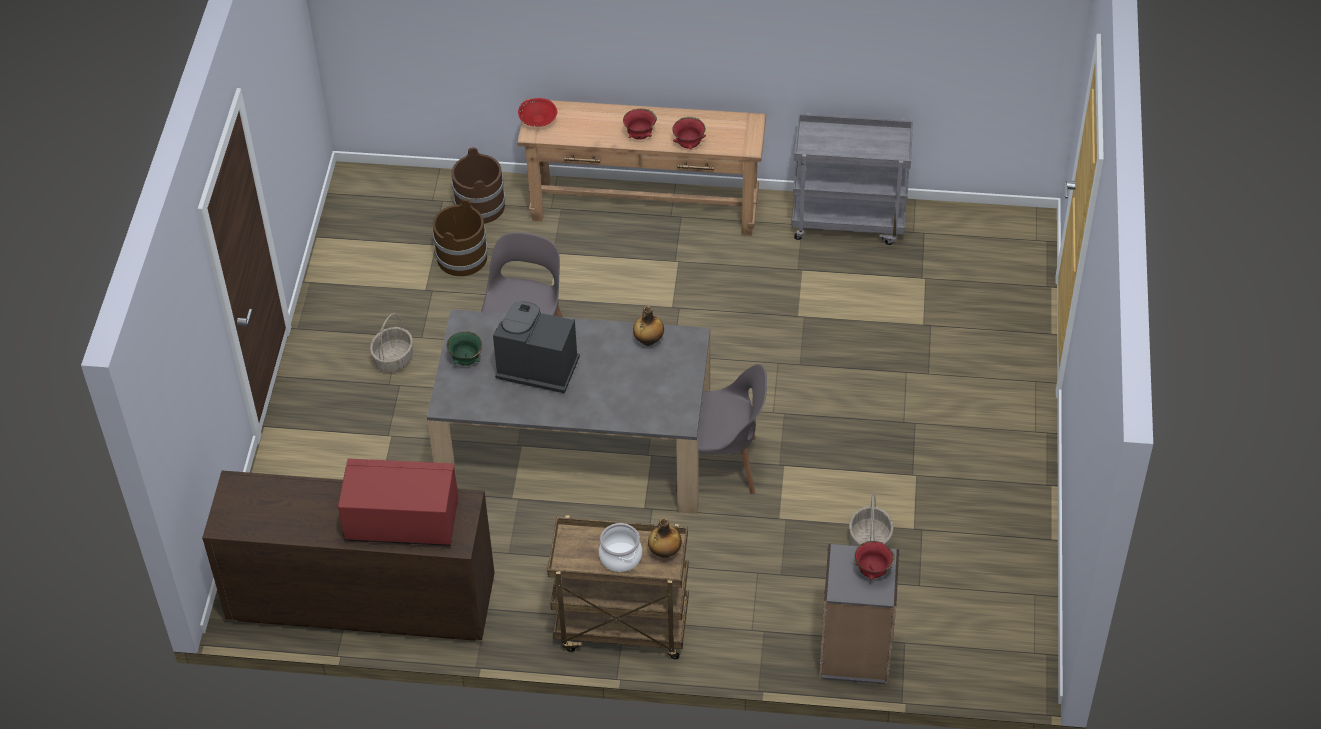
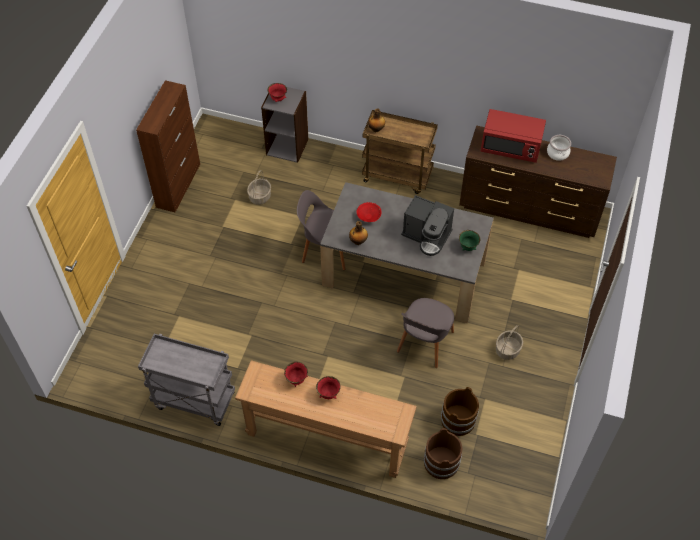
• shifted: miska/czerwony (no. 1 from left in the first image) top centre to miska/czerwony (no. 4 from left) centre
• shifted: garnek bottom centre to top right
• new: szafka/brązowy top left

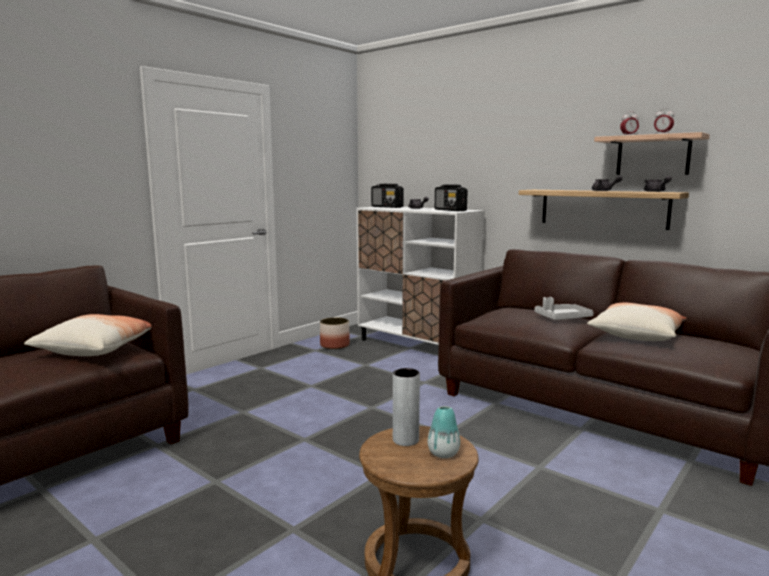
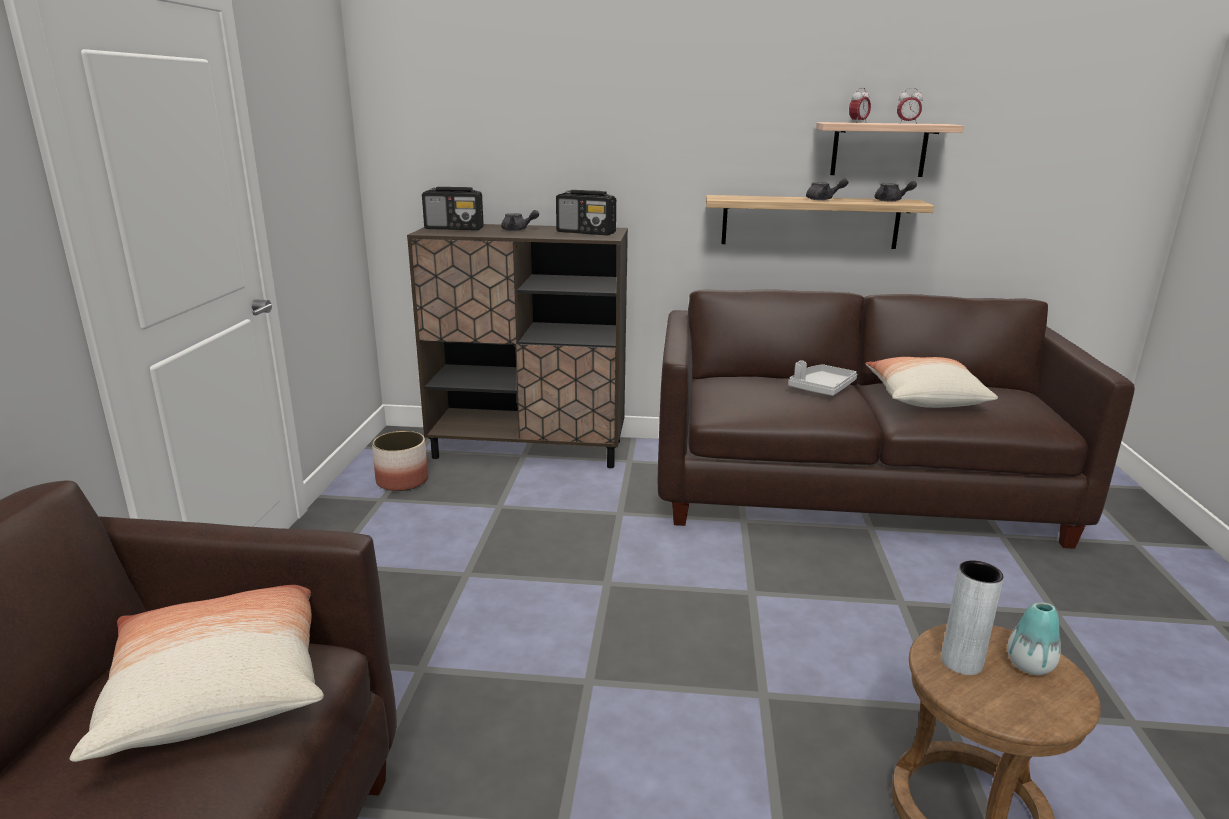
• repainted: szafka/biały centre to szafka/brązowy centre

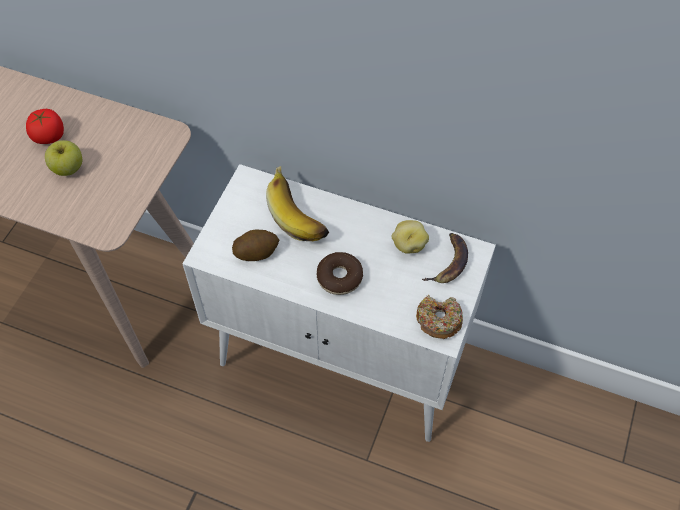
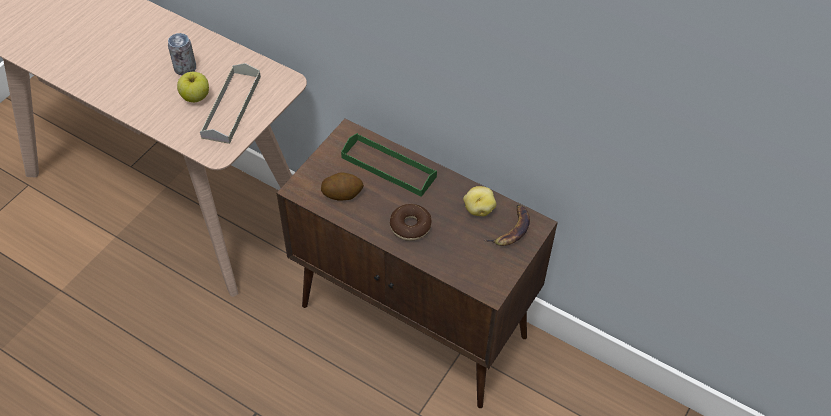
• swapped: pomidor top left to puszka top left
• repainted: szafka/biały centre to szafka/brązowy centre
• swapped: banan (no. 1 from left) centre to taca/zielony centre
• gone: donut (no. 2 from left) centre
• new: taca/szary top left

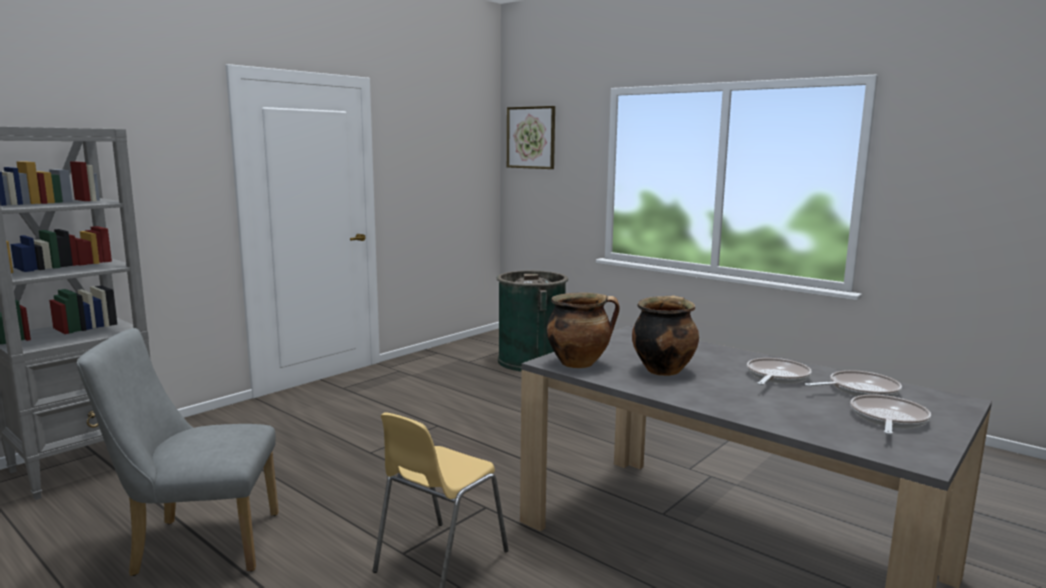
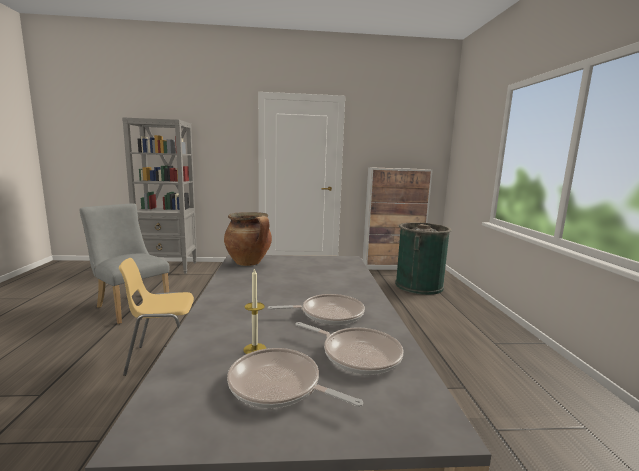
• gone: obraz top centre
• gone: garnek (no. 2 from left) centre
• rotated: patelnia (no. 3 from left in the first image) bottom right = bottom centre 135 degrees counterclockwise
• new: szafka centre
• new: świeca centre

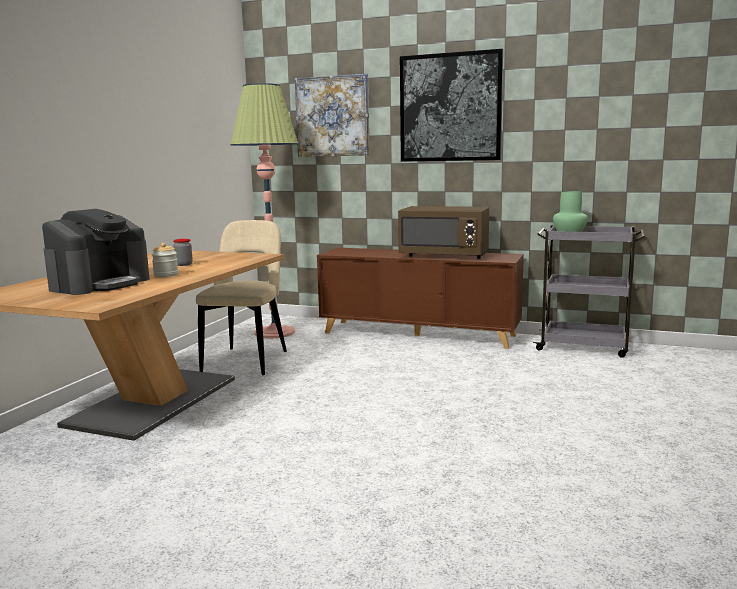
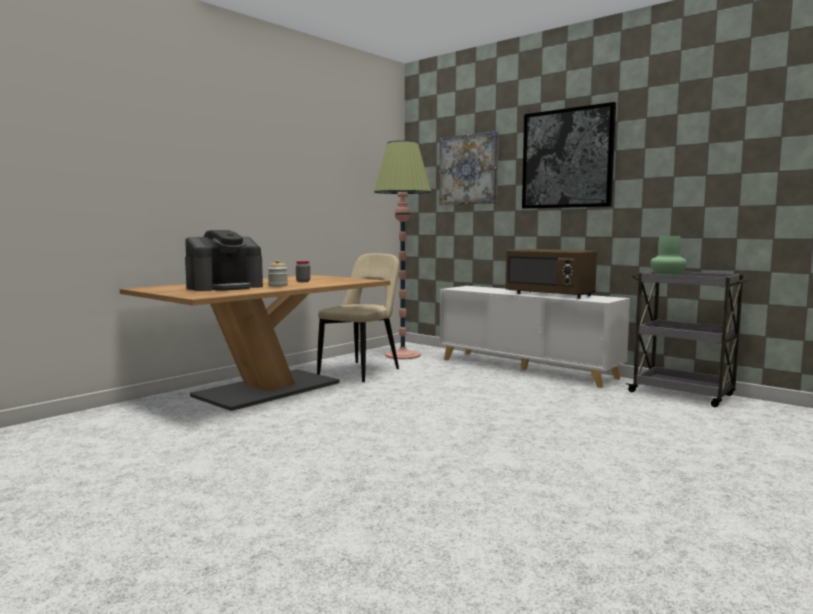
• repainted: szafka/brązowy centre to szafka/biały centre

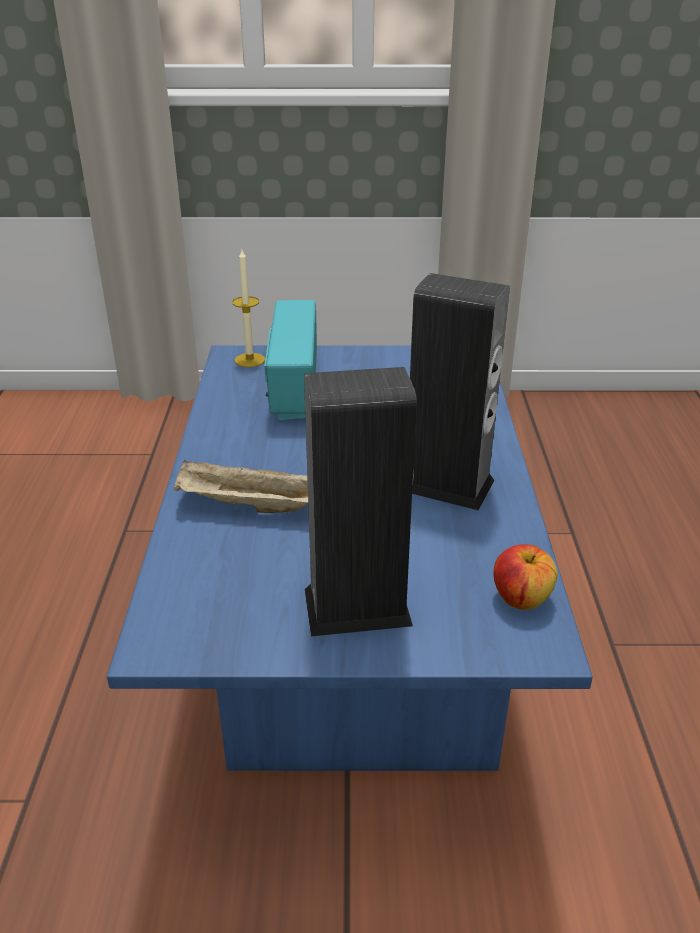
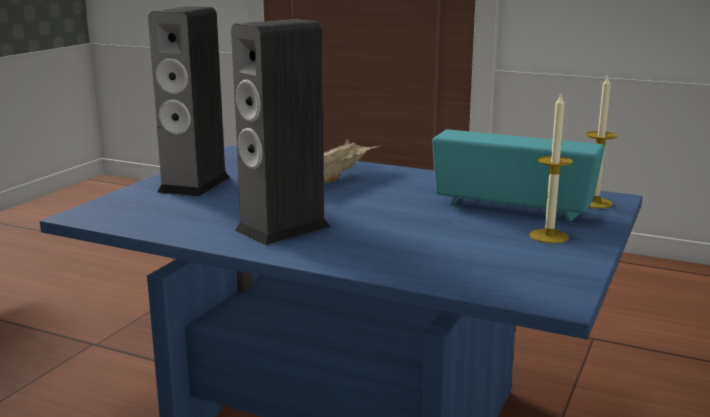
• gone: jabłko middle right
• new: świeca (no. 1 from left) middle right

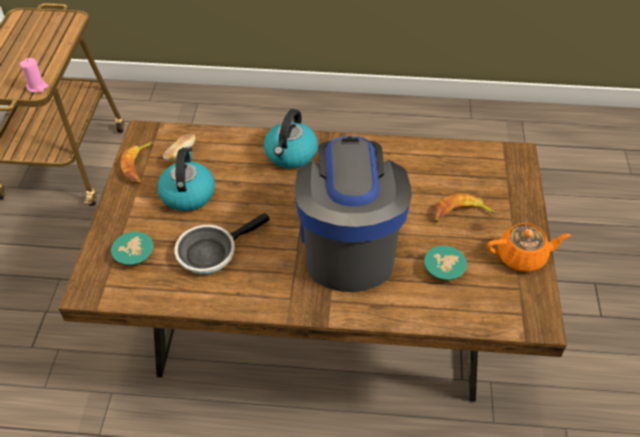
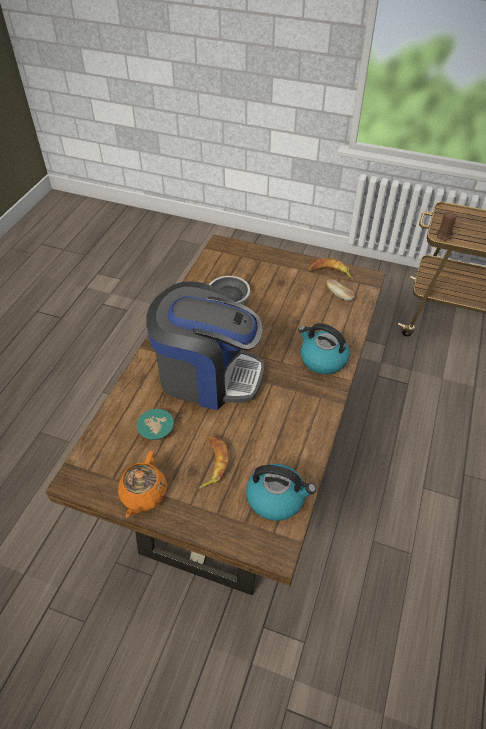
• repainted: świeca/różowy top left to świeca/brązowy top right
• shifted: czajnik (no. 1 from left) middle left to bottom centre
• gone: miska/turkusowy (no. 1 from left) middle left

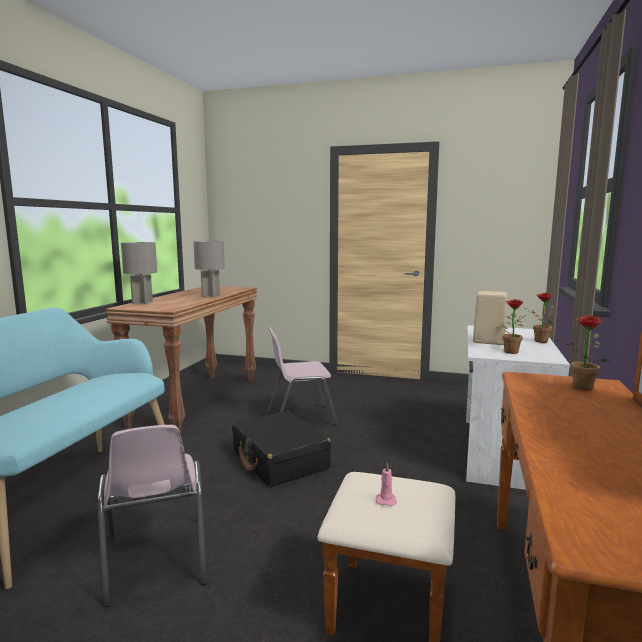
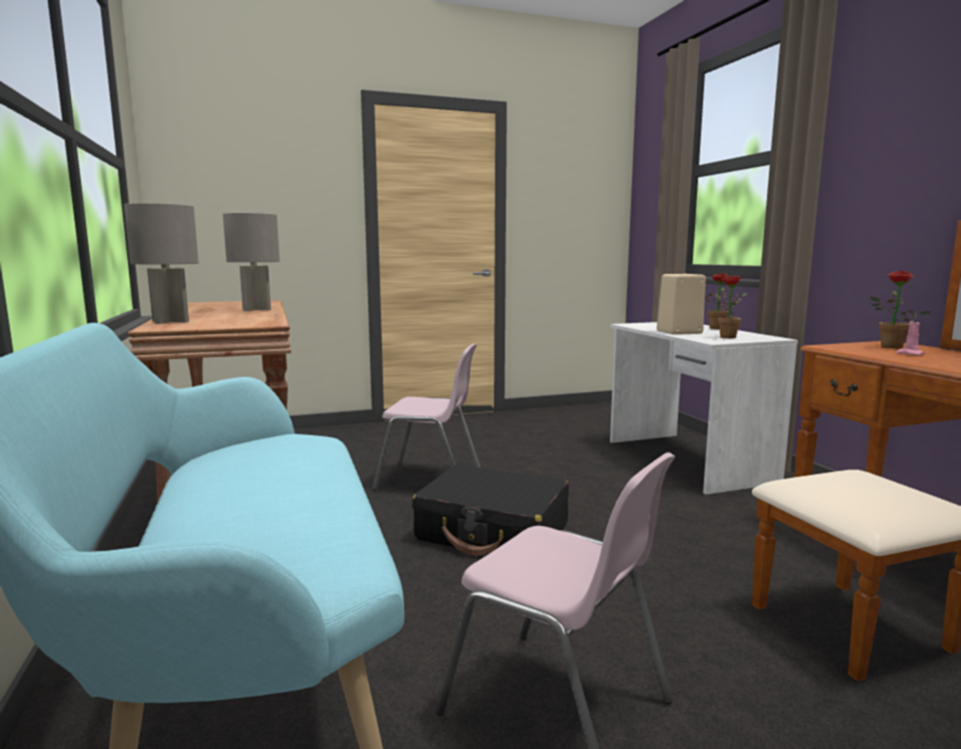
• rotated: krzesło/różowy (no. 2 from left in the first image) centre = centre 120 degrees counterclockwise
• shifted: świeca/różowy bottom centre to middle right

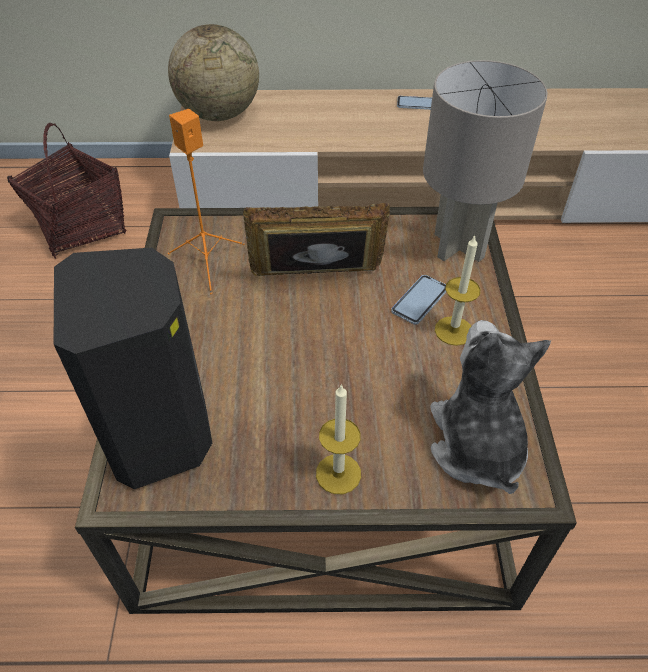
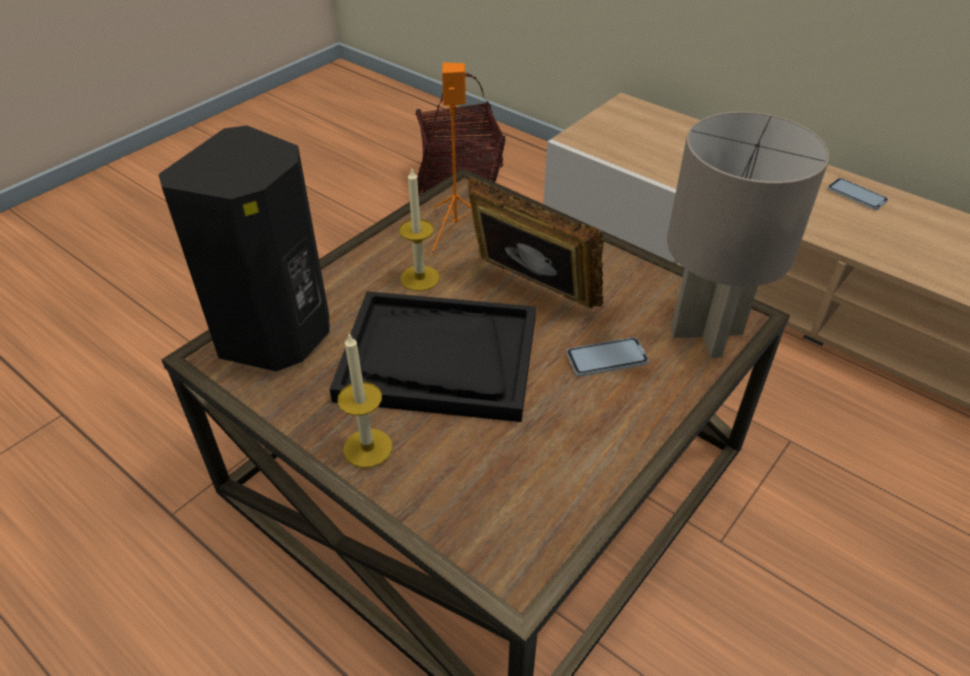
• gone: globus top left
• shifted: świeca (no. 2 from left) middle right to centre
• gone: pluszak middle right
• new: taca/czarny centre

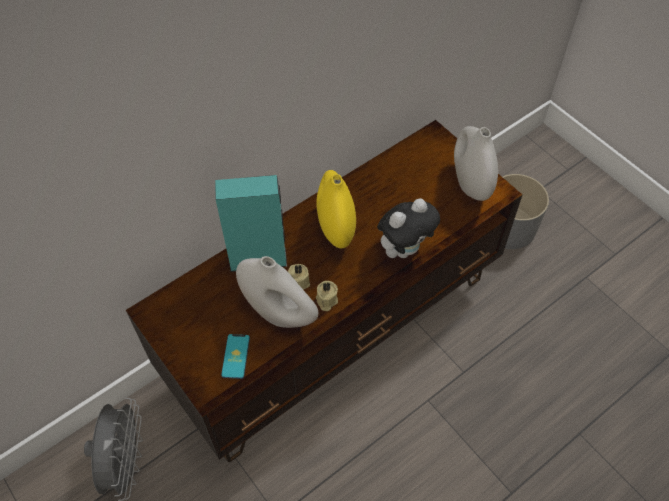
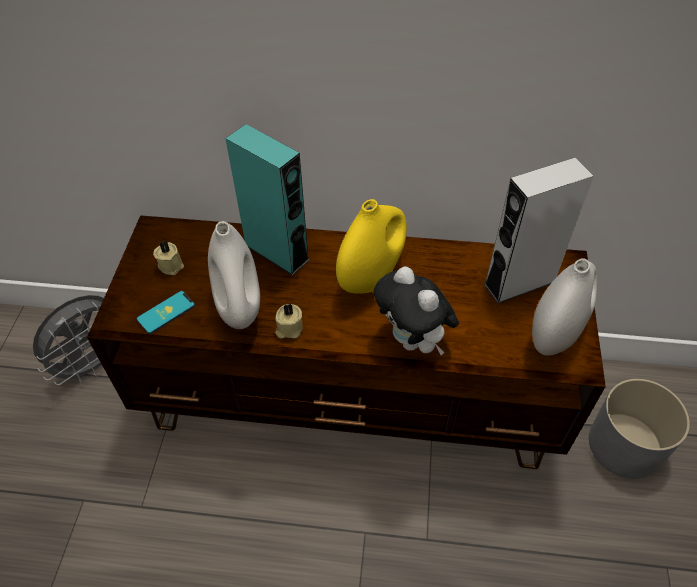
• rotated: pluszak centre = centre 45 degrees clockwise
• shifted: świeca/beżowy (no. 1 from left) centre to middle left
• new: głośnik/szary middle right

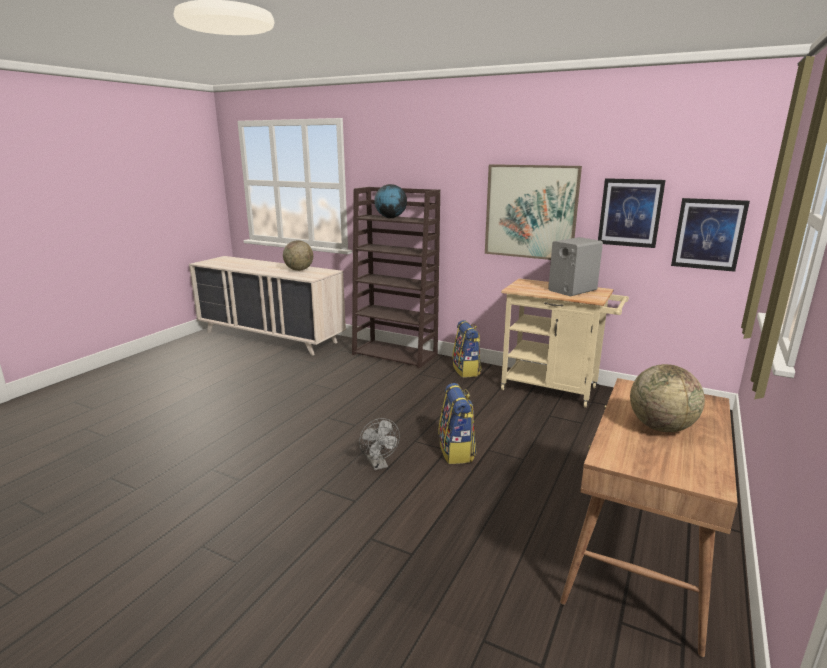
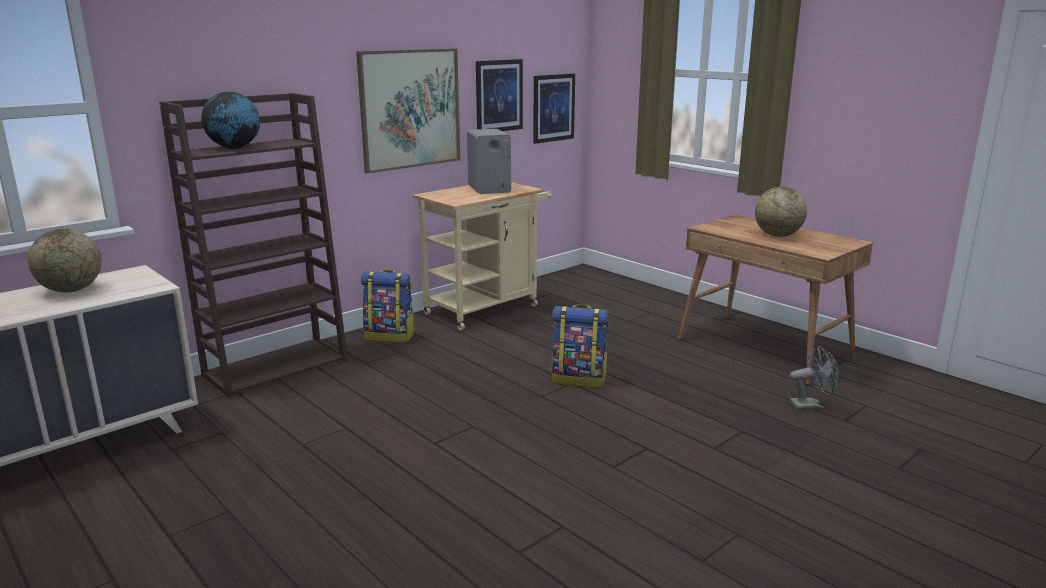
• shifted: wentylator/szary centre to middle right

